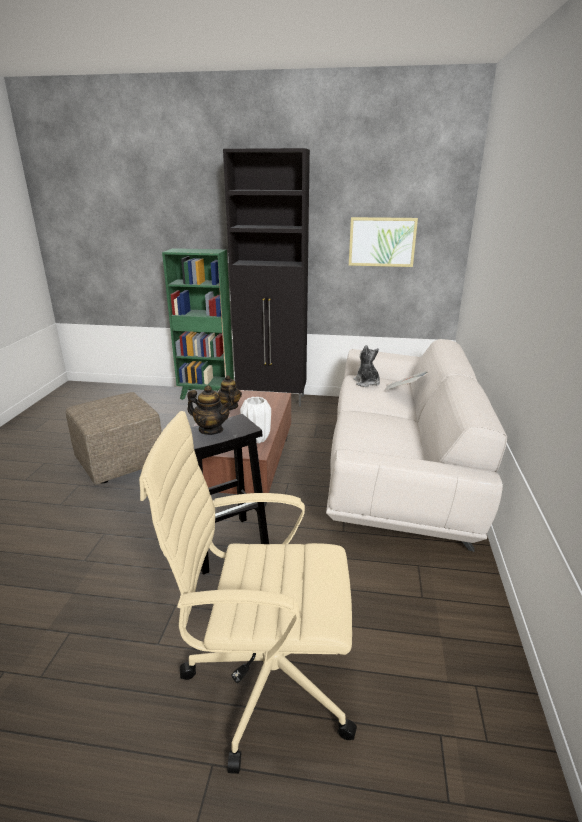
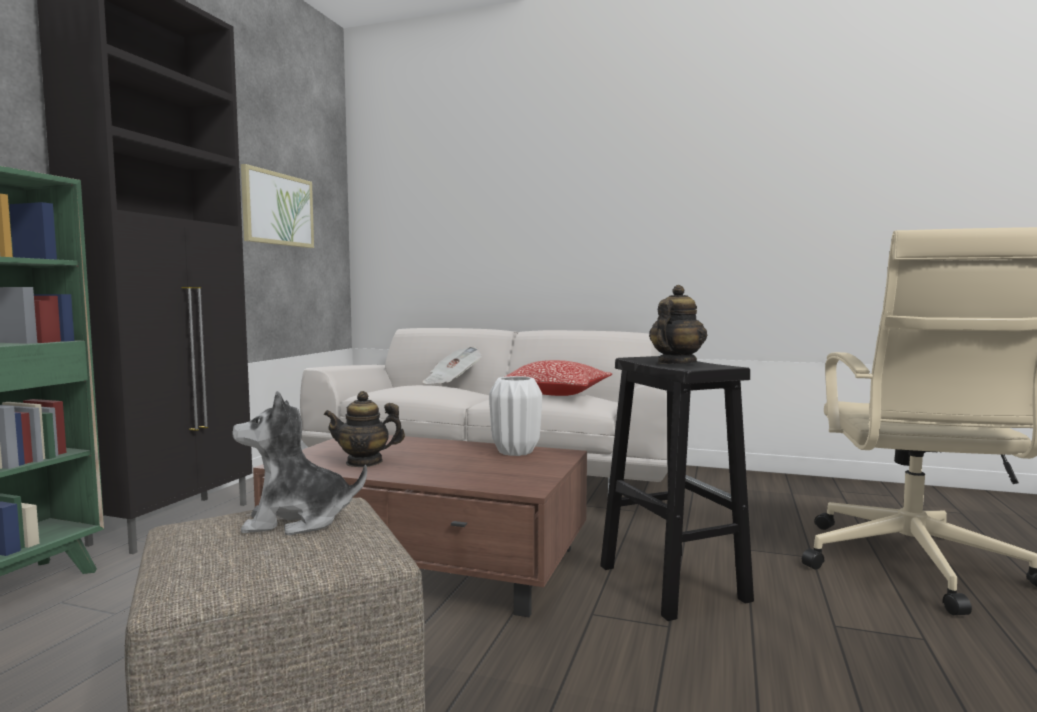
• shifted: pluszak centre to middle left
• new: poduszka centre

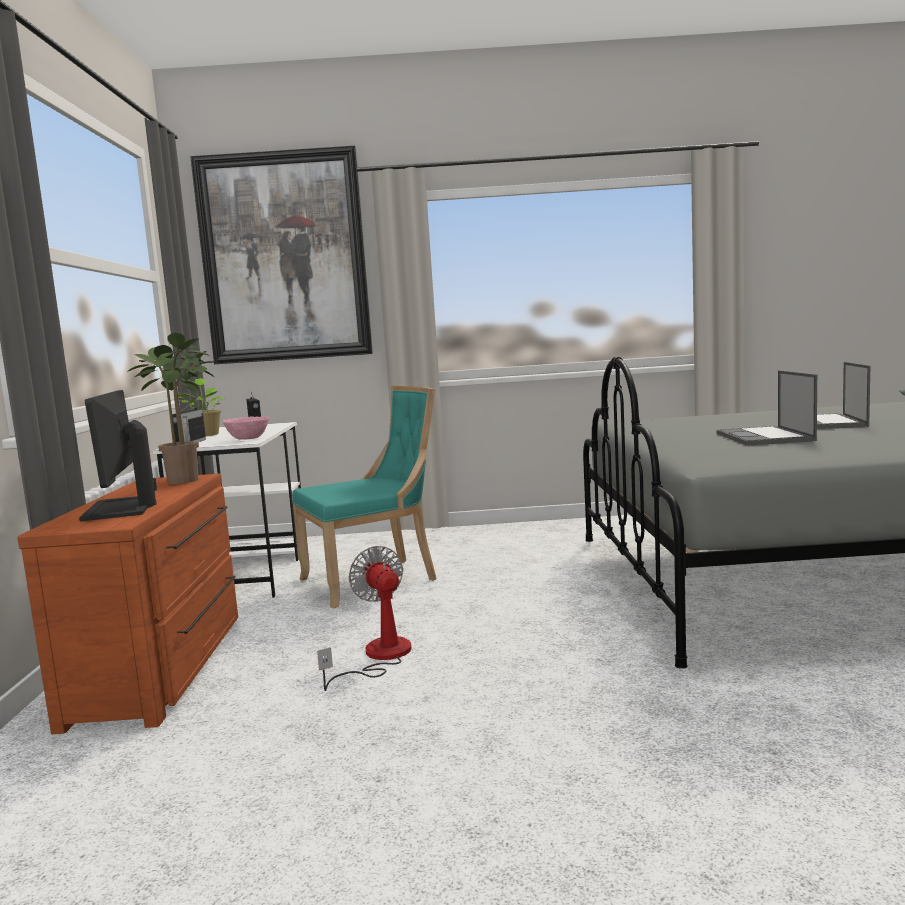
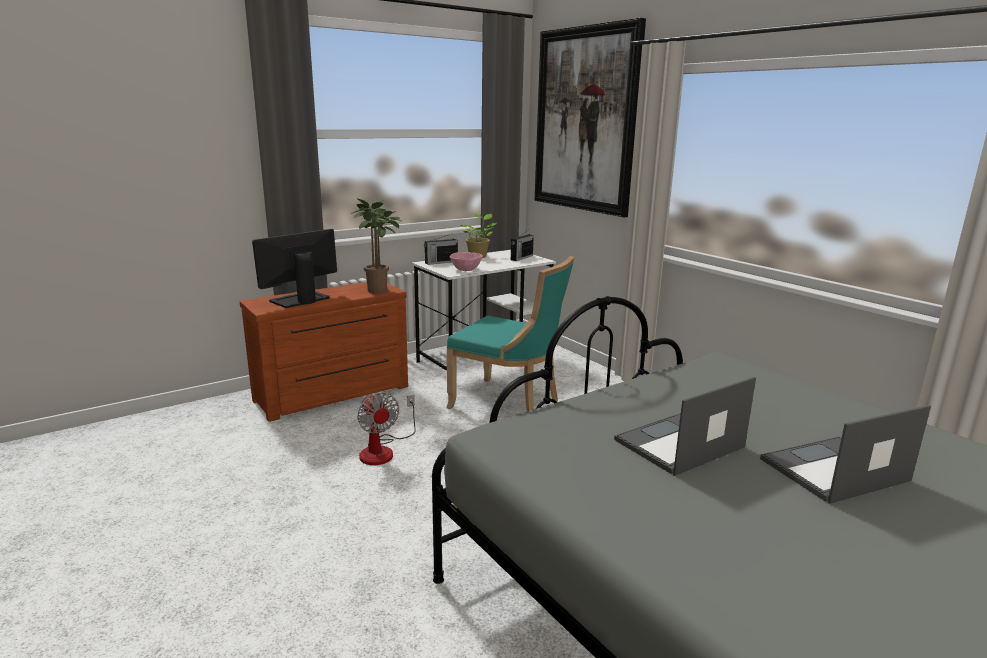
• rotated: wentylator bottom centre = centre 120 degrees clockwise

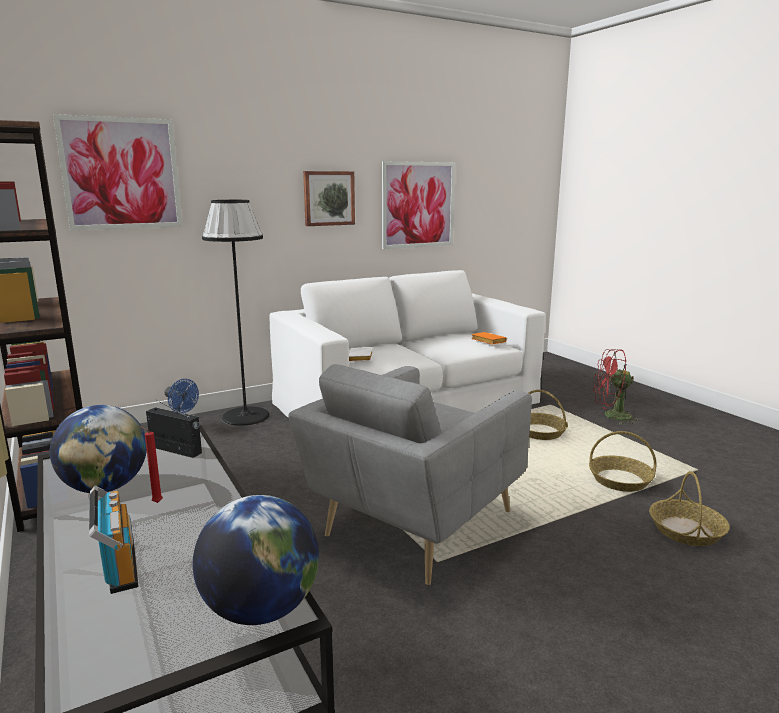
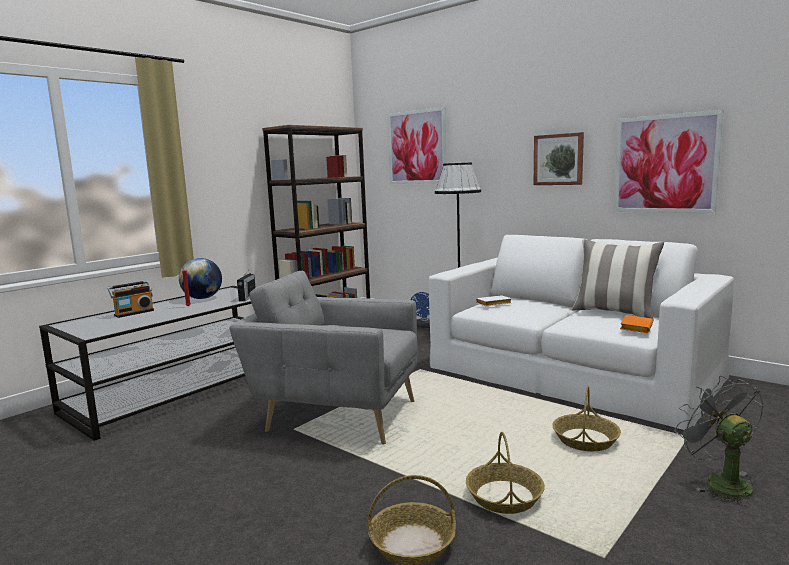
• repainted: wentylator/czerwony middle right to wentylator/szary bottom right
• gone: globus (no. 2 from left) bottom left
• new: poduszka middle right

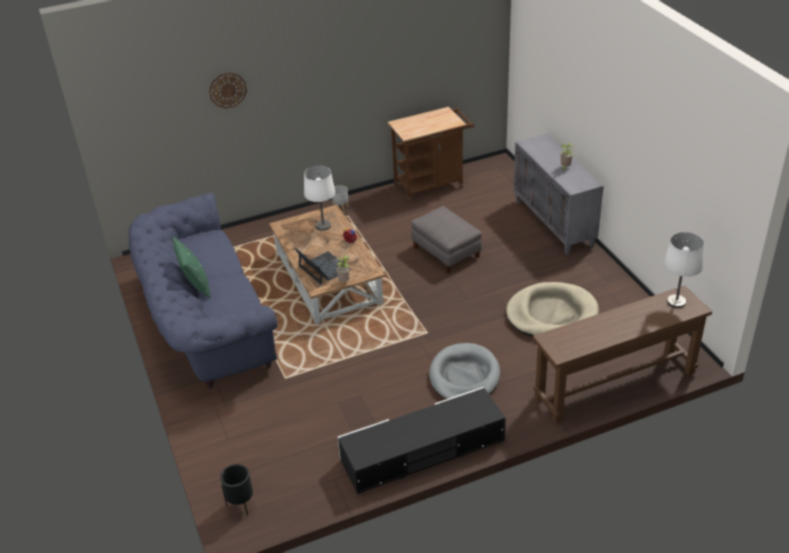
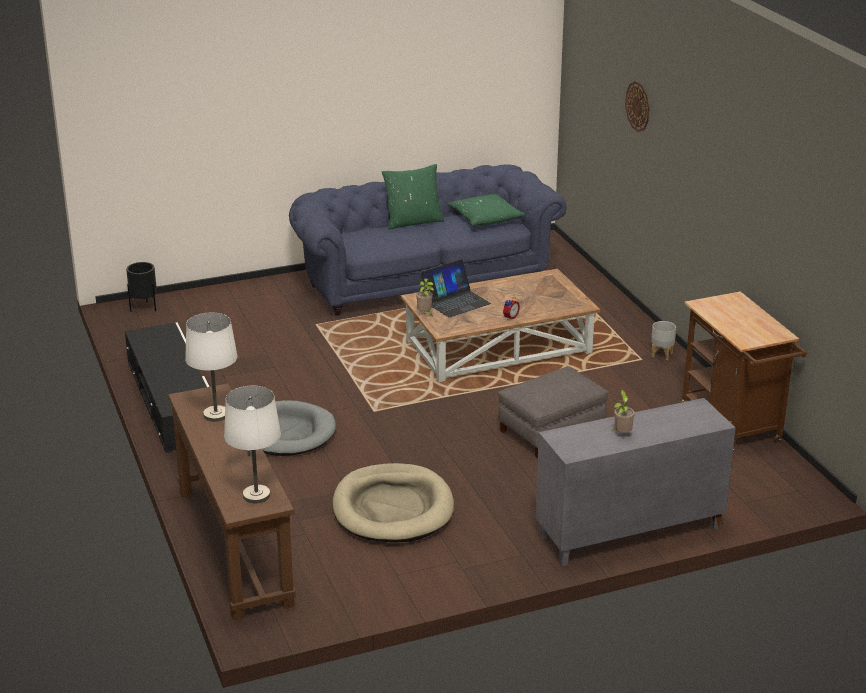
• shifted: lampa stołowa/biały (no. 1 from left) centre to middle left
• new: poduszka/zielony (no. 2 from left) top centre

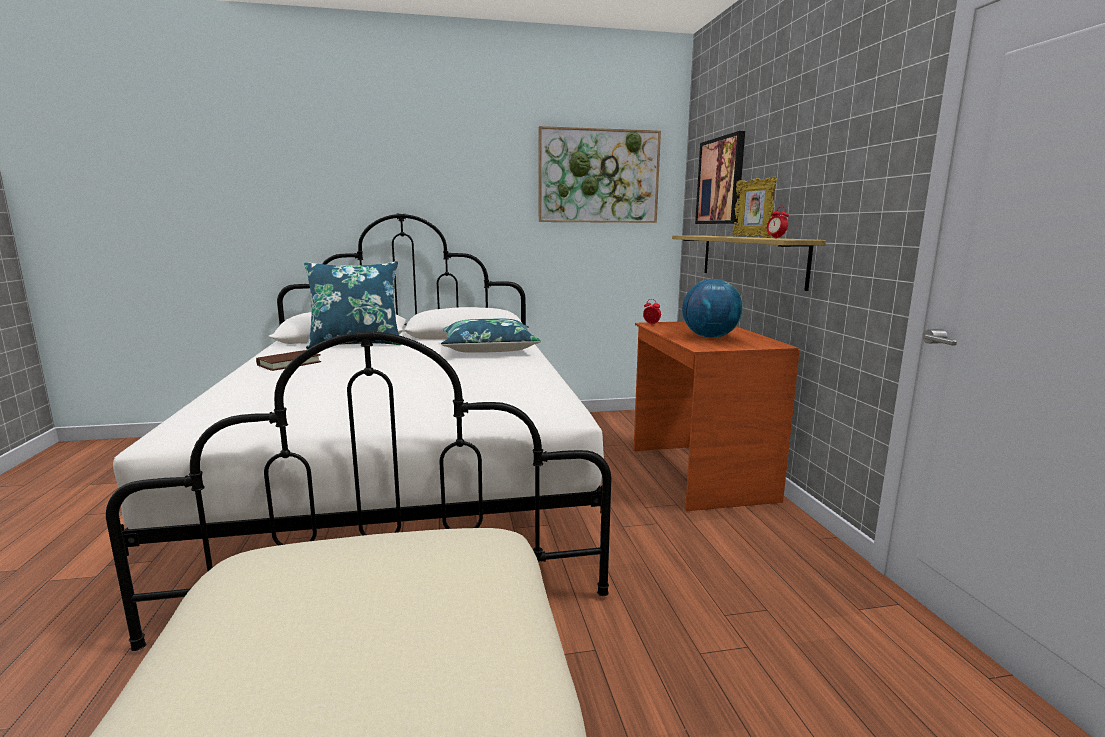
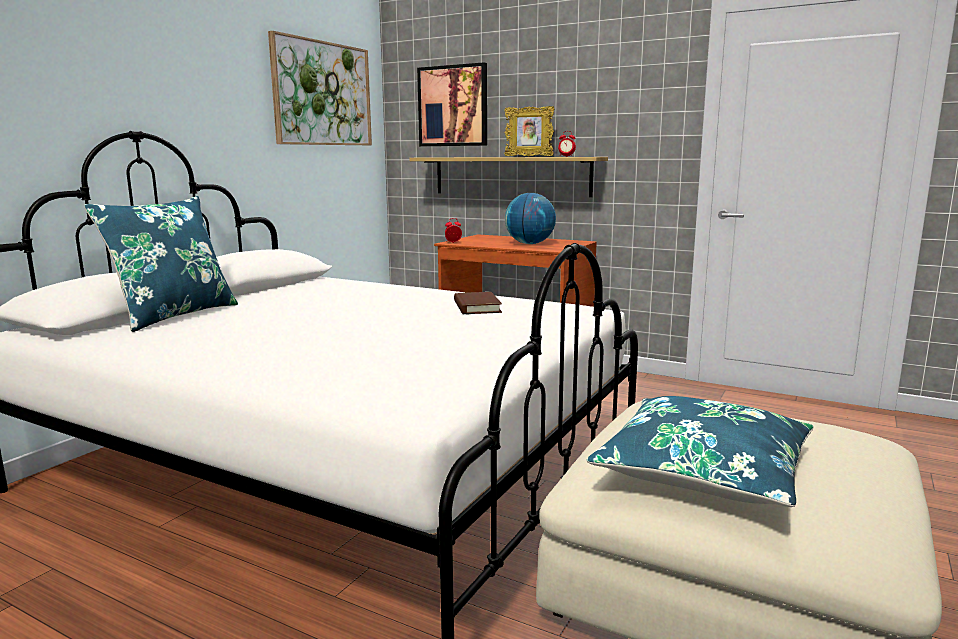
• shifted: poduszka/niebieski (no. 2 from left) centre to bottom right
• shifted: książka/brązowy middle left to centre

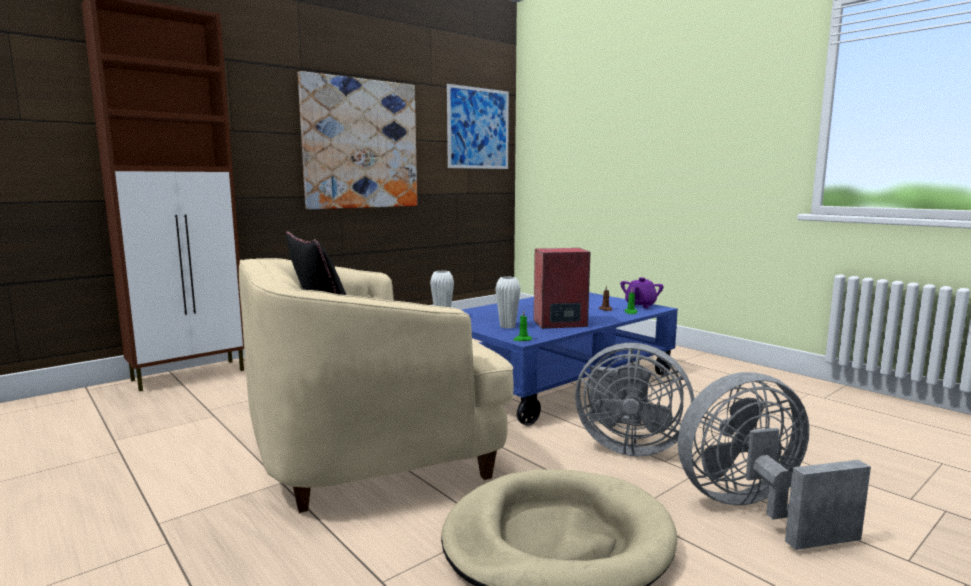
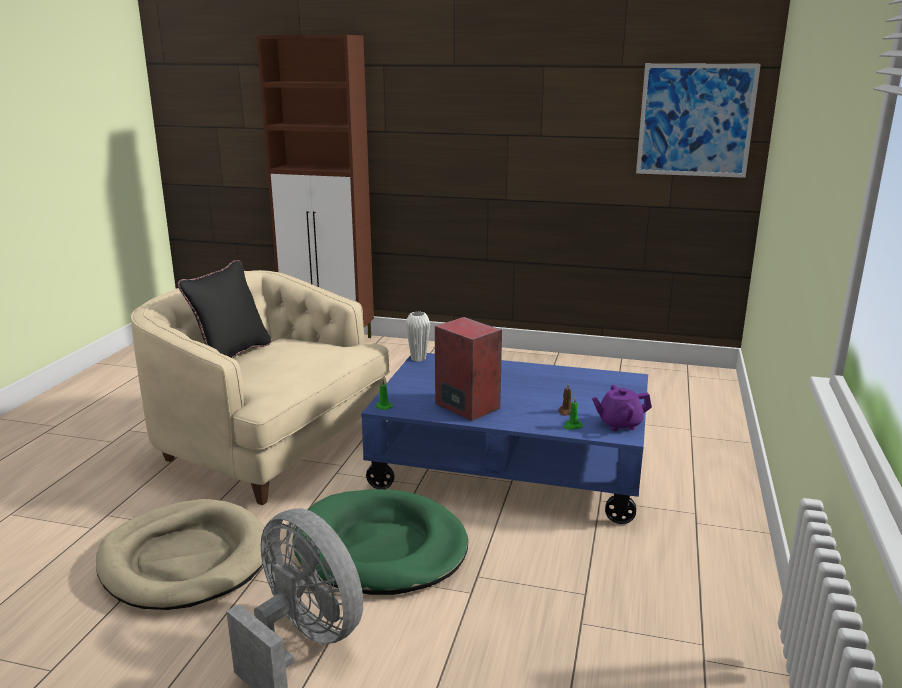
• gone: obraz (no. 1 from left) top centre
• gone: wazon/biały (no. 2 from left) centre
• swapped: wentylator/szary (no. 1 from left) bottom centre to legowisko/zielony bottom centre

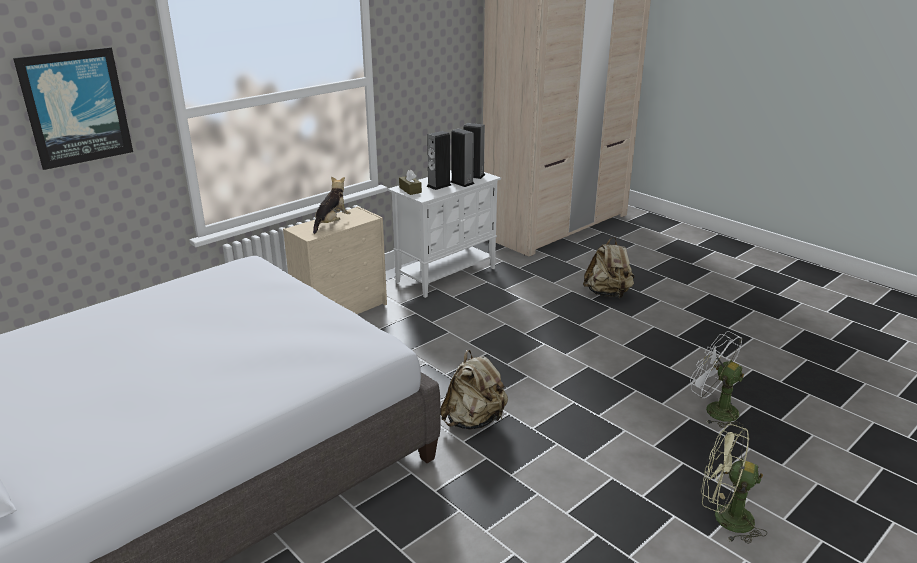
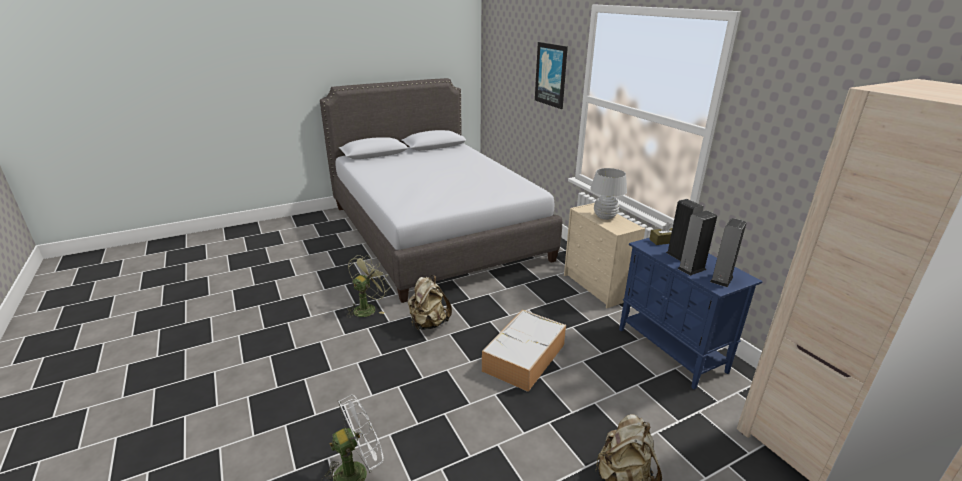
• repainted: szafka/biały centre to szafka/niebieski middle right
• swapped: pluszak centre to lampa stołowa/biały centre
• shifted: wentylator/zielony bottom right to centre
• new: pojemnik do przechowywania bottom centre

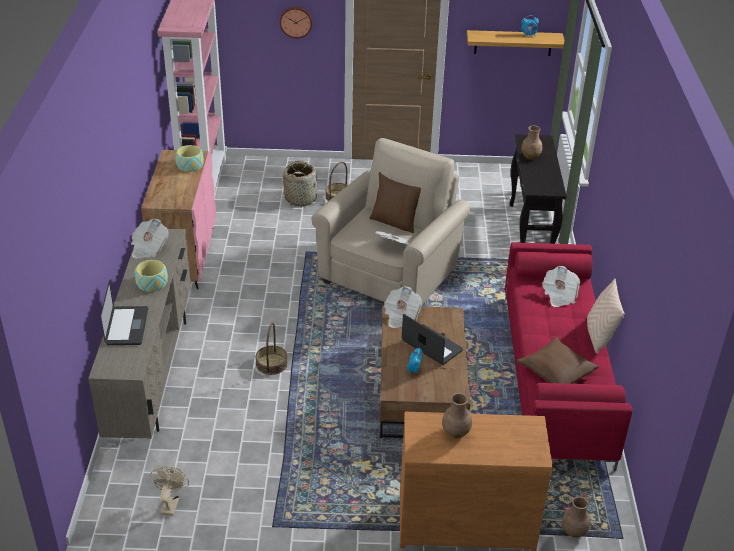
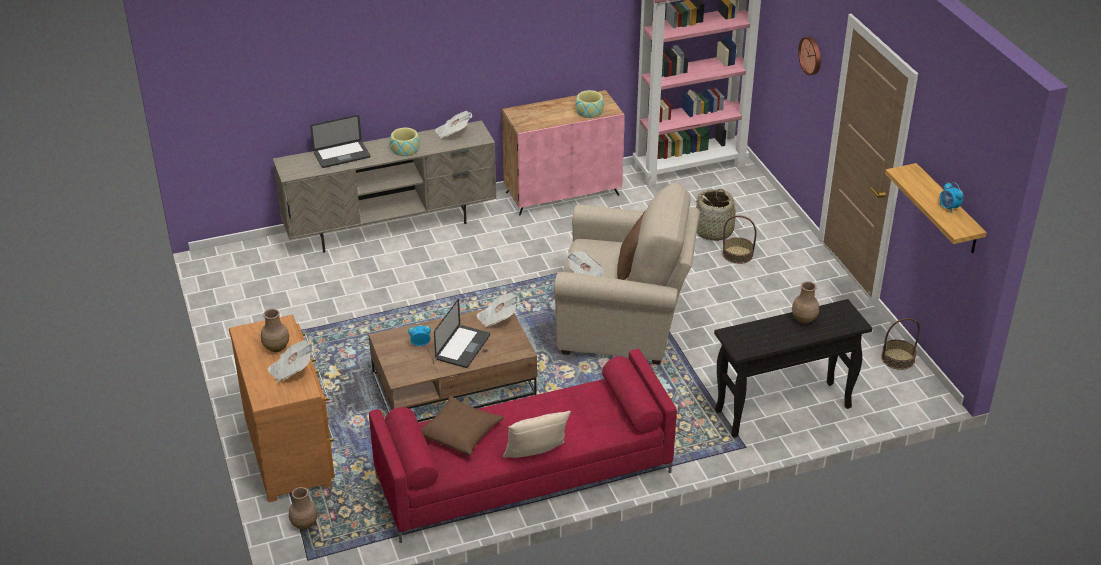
• shifted: gazeta (no. 4 from left in the first image) middle right to gazeta (no. 1 from left) middle left
• shifted: koszyk (no. 1 from left in the first image) centre to koszyk (no. 3 from left) middle right
• gone: wentylator/beżowy bottom left

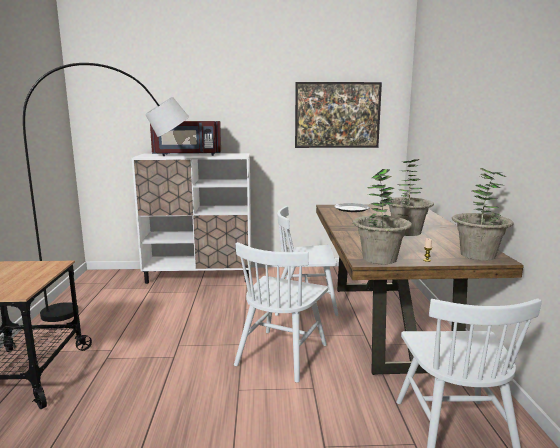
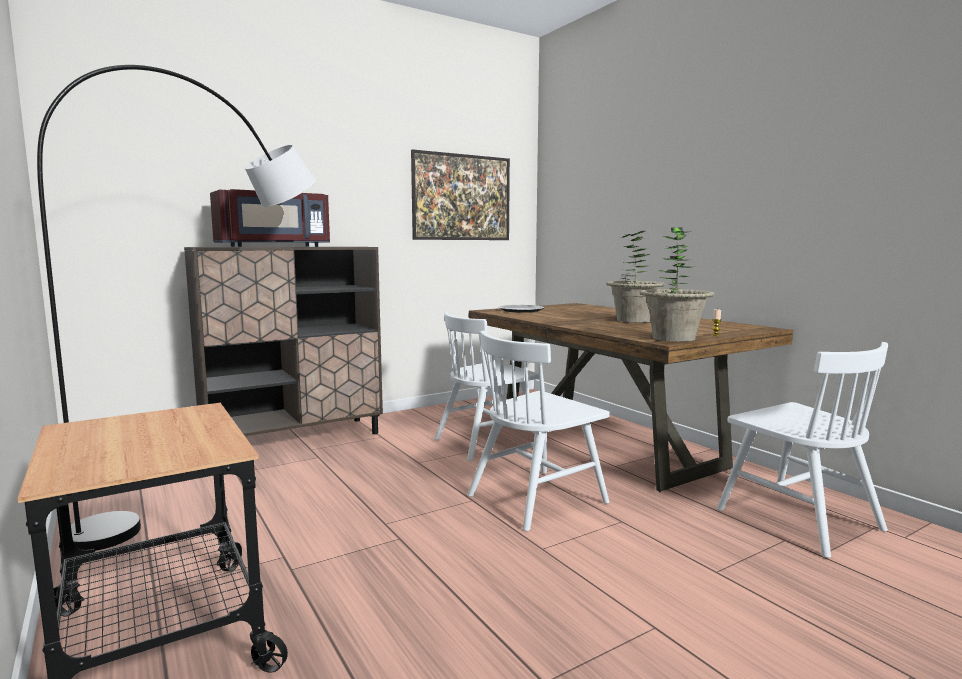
• repainted: szafka/biały centre to szafka/brązowy middle left
• gone: roślina doniczkowa (no. 3 from left) middle right
• rotated: krzesło/biały (no. 1 from left in the first image) bottom centre = centre 60 degrees clockwise

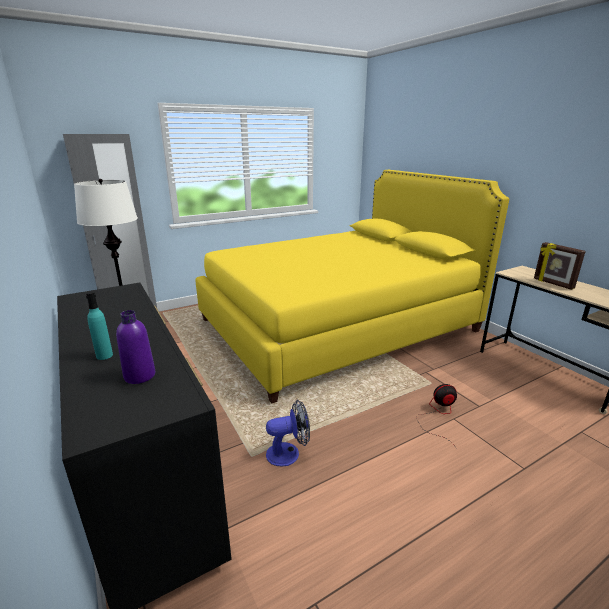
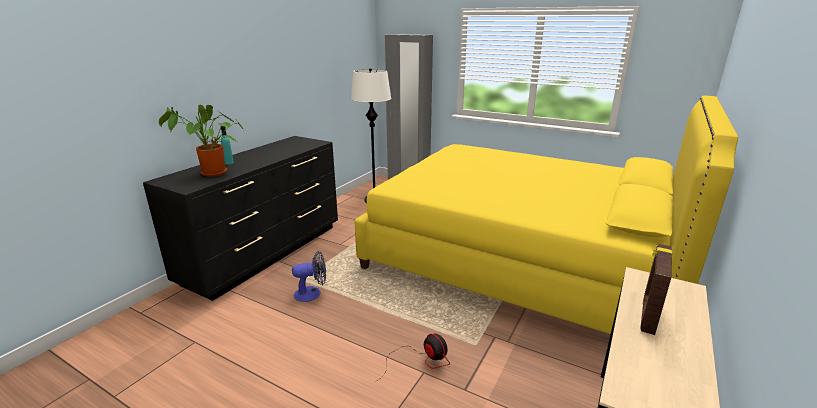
• swapped: butelka/fioletowy middle left to roślina doniczkowa middle left
• rotated: wentylator (no. 1 from left) bottom centre = bottom centre 60 degrees counterclockwise

